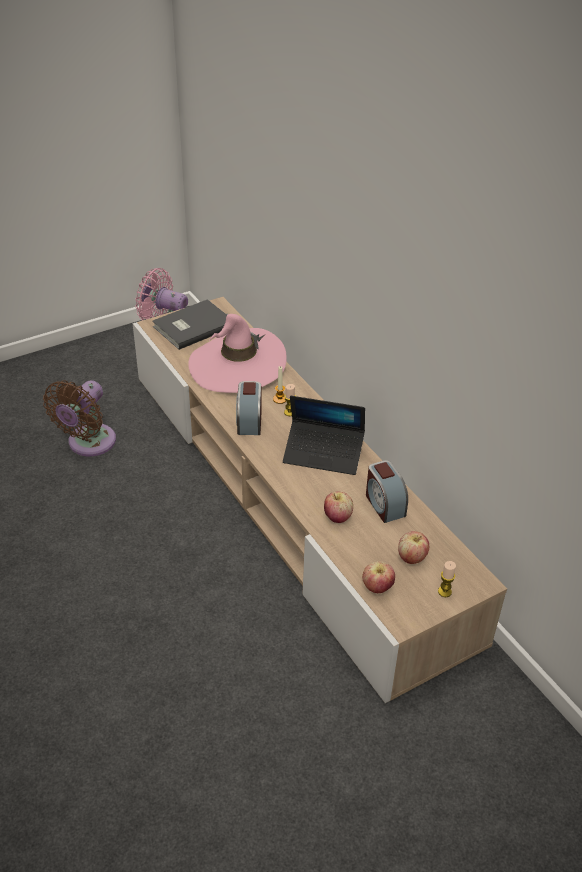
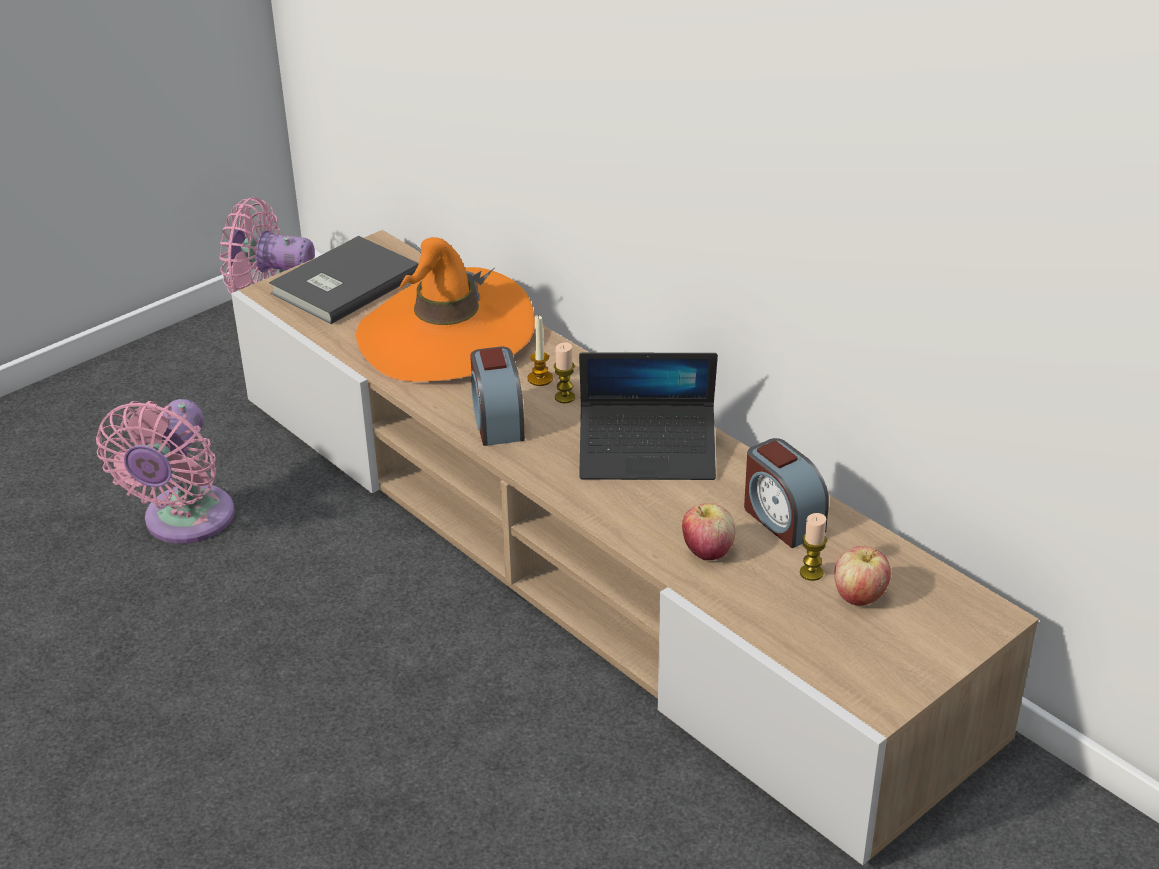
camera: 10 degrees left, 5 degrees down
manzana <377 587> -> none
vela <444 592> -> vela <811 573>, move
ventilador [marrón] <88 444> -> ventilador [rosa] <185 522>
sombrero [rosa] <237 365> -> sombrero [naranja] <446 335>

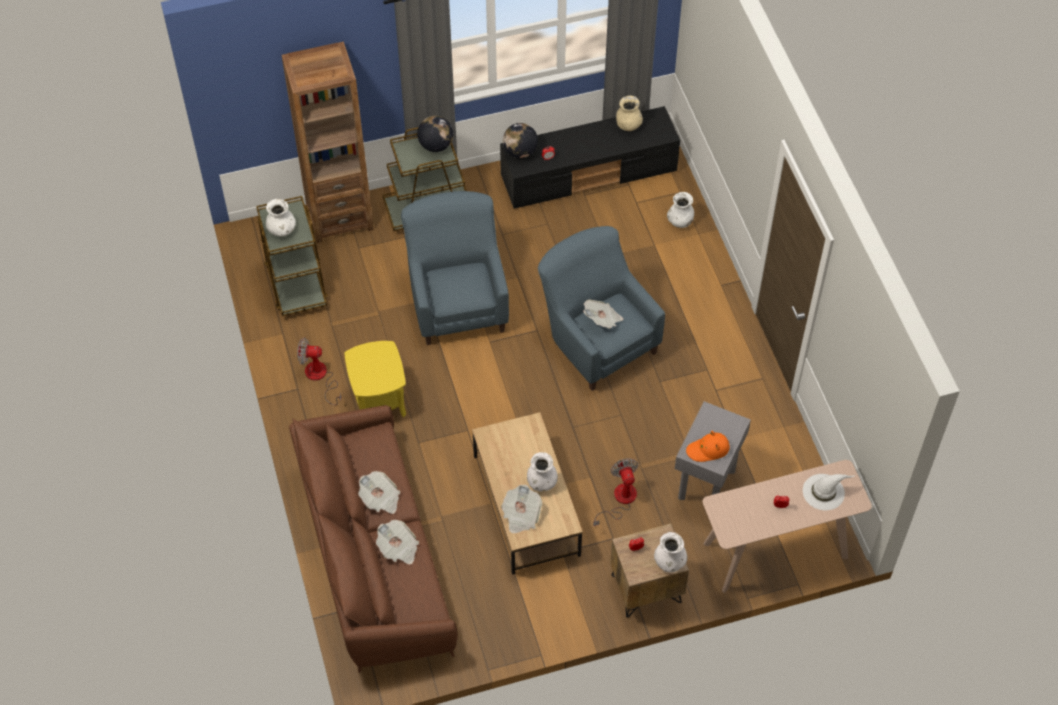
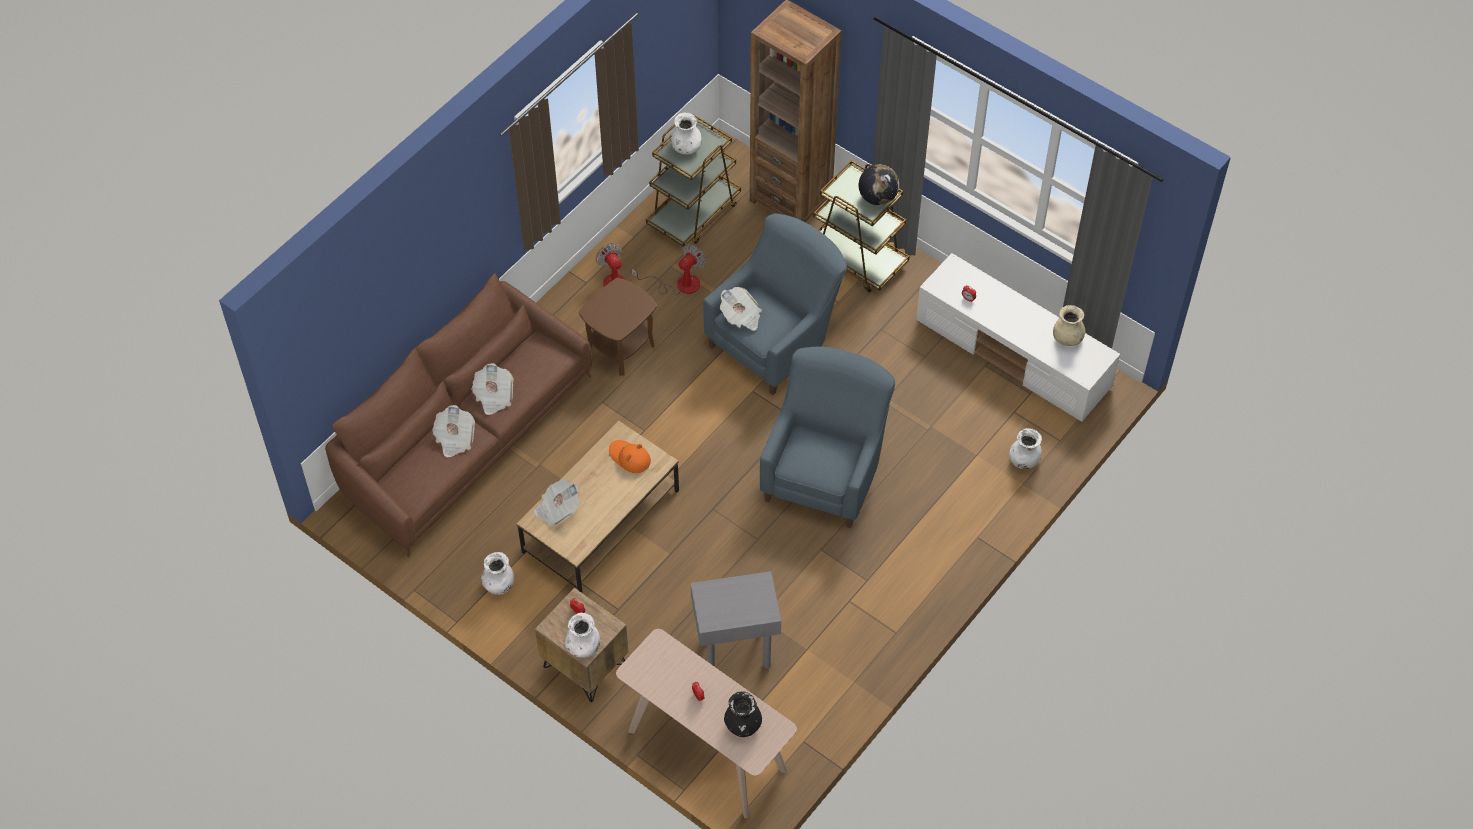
camera: 55 degrees right, 0 degrees up
globo terráqueo <520 152> -> none
florero [blanco] <542 482> -> florero [blanco] <499 584>, move
periódico <602 320> -> periódico <741 316>, move
ventilador <620 500> -> ventilador <679 284>, move
sombrero [naranja] <708 449> -> sombrero [naranja] <629 457>, move
sombrero [blanco] <824 491> -> florero [negro] <743 725>
mesa auxiliar [amarillo] <378 401> -> mesa auxiliar [marrón] <620 347>
mueble de televisión [negro] <589 173> -> mueble de televisión [blanco] <1014 355>

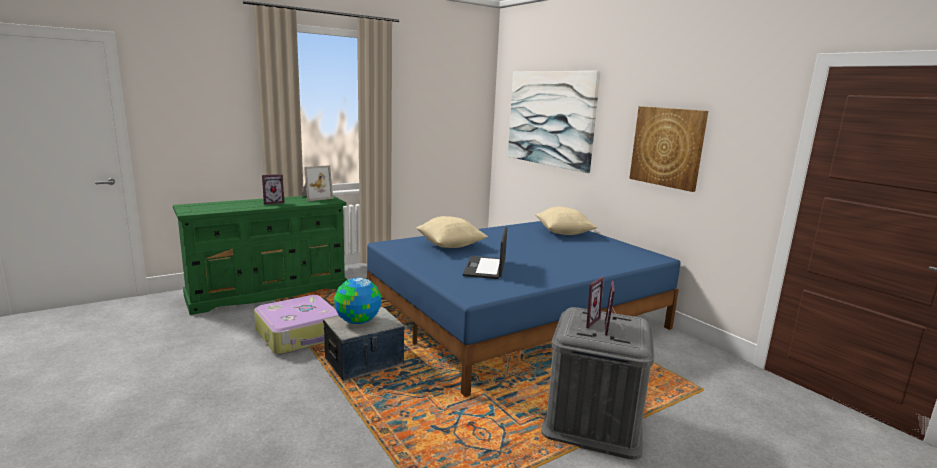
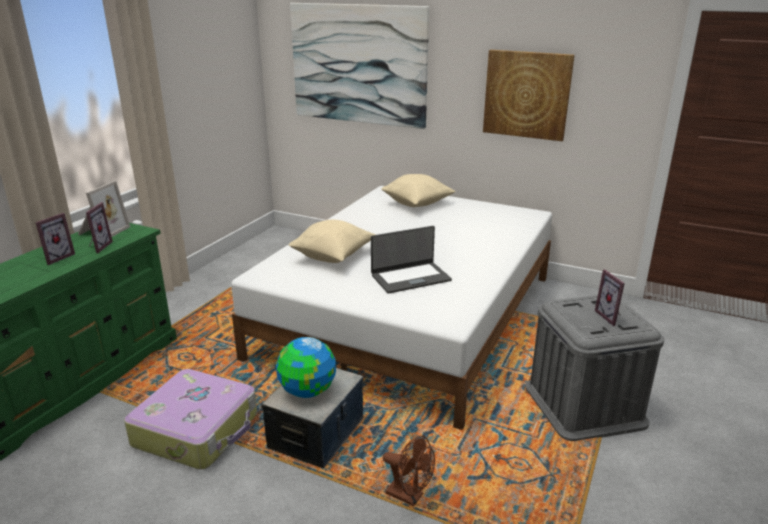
camera: 30 degrees left, 10 degrees up
none -> ventilador [marrón] <409 496>
portarretratos <586 321> -> portarretratos <97 247>, move
cama [azul] <518 318> -> cama [blanco] <410 315>
portátil <485 268> -> portátil <410 277>, 90 degrees counterclockwise

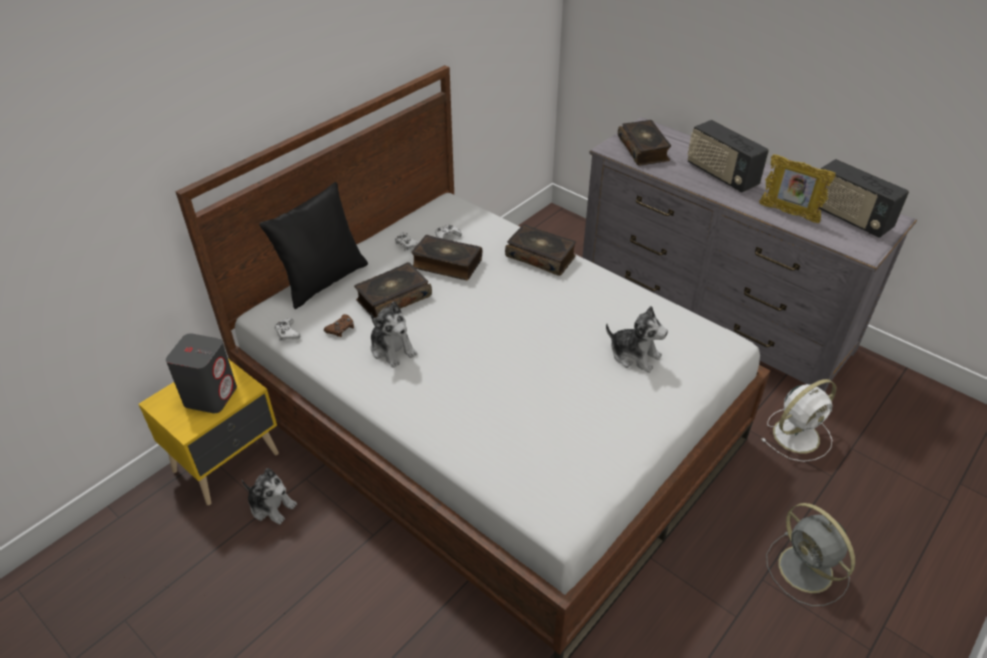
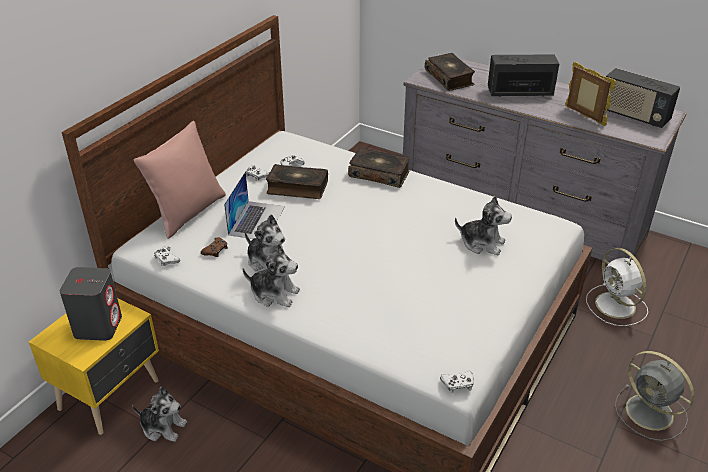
camera: 10 degrees left, 5 degrees down
none -> peluche <274 294>
none -> mando de consola [blanco] <458 384>
libro <393 298> -> portátil <256 220>
cojín [negro] <323 281> -> cojín [rosa] <187 213>
radio <721 175> -> radio <520 92>, 135 degrees clockwise
portarretratos <788 213> -> portarretratos <584 116>, 150 degrees counterclockwise
ventilador [blanco] <797 435> -> ventilador [blanco] <616 306>, 105 degrees clockwise

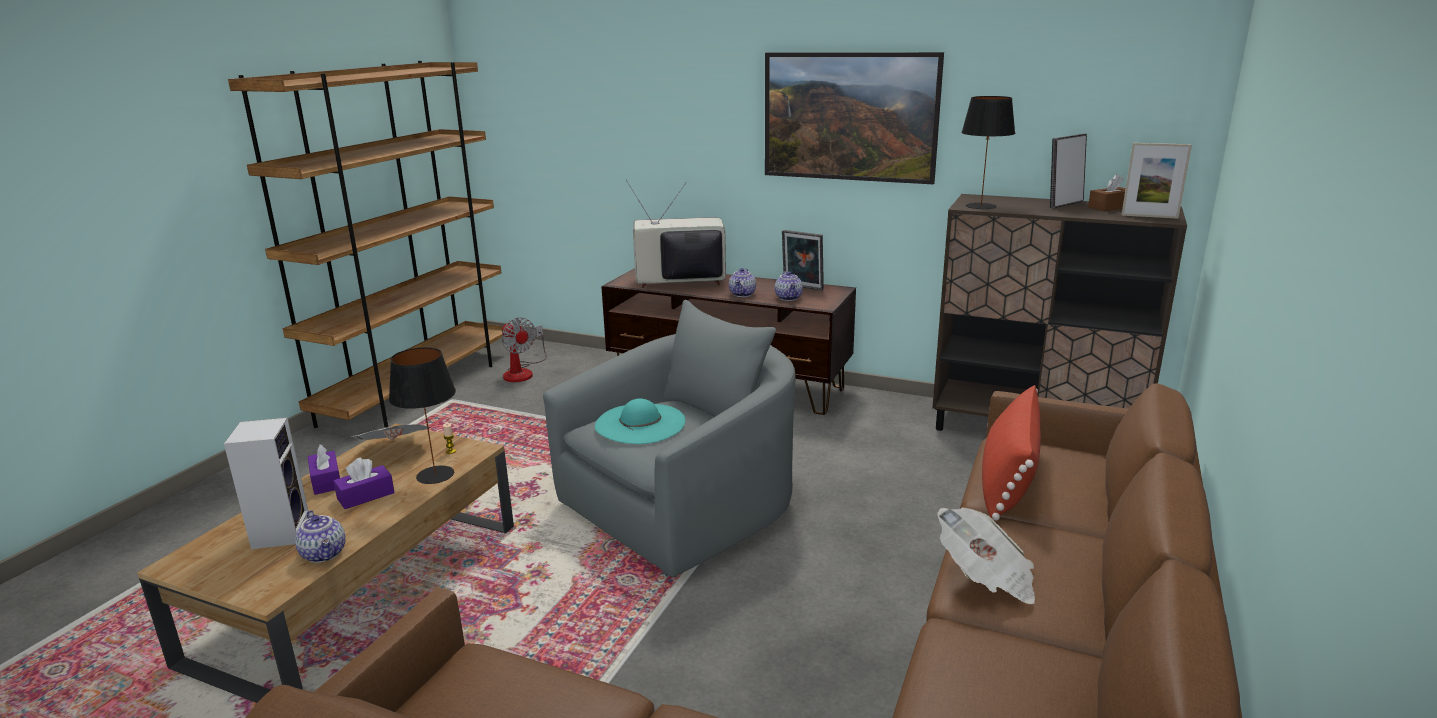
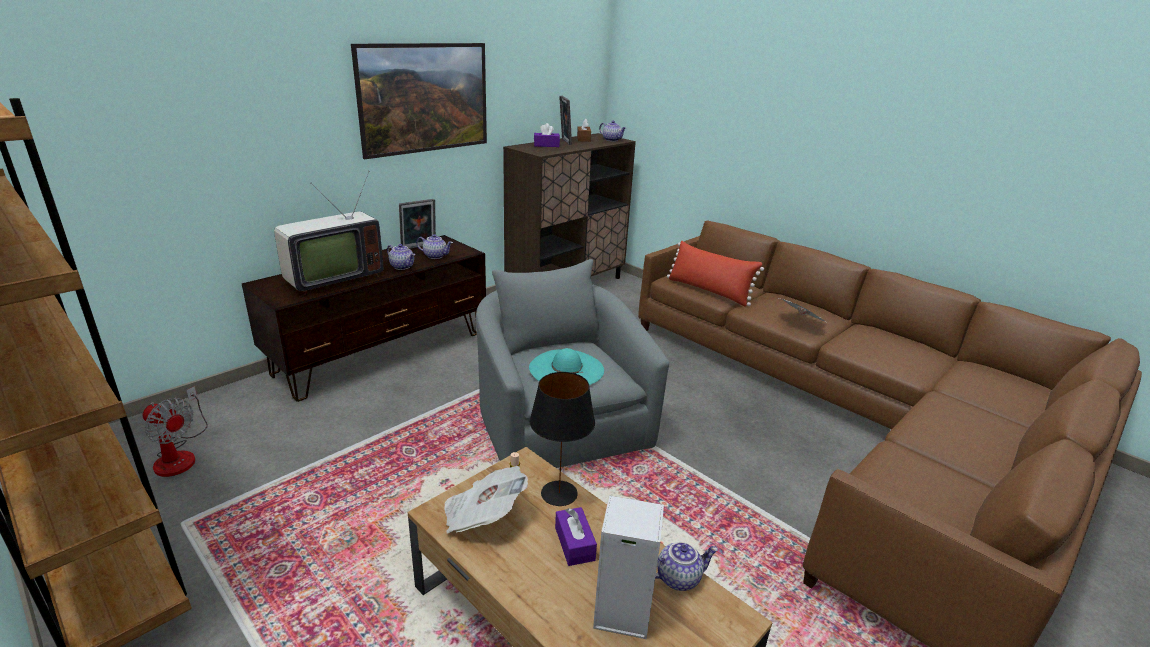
camera: 70 degrees left, 5 degrees up
lámpara de mesa [negro] <981 206> -> none
caja de pañuelos [morado] <326 481> -> caja de pañuelos [morado] <546 145>, move
portarretratos <1149 216> -> tetera <612 140>
ventilador <522 372> -> ventilador <179 455>, 45 degrees clockwise
televisor <682 282> -> televisor <331 278>, 150 degrees counterclockwise

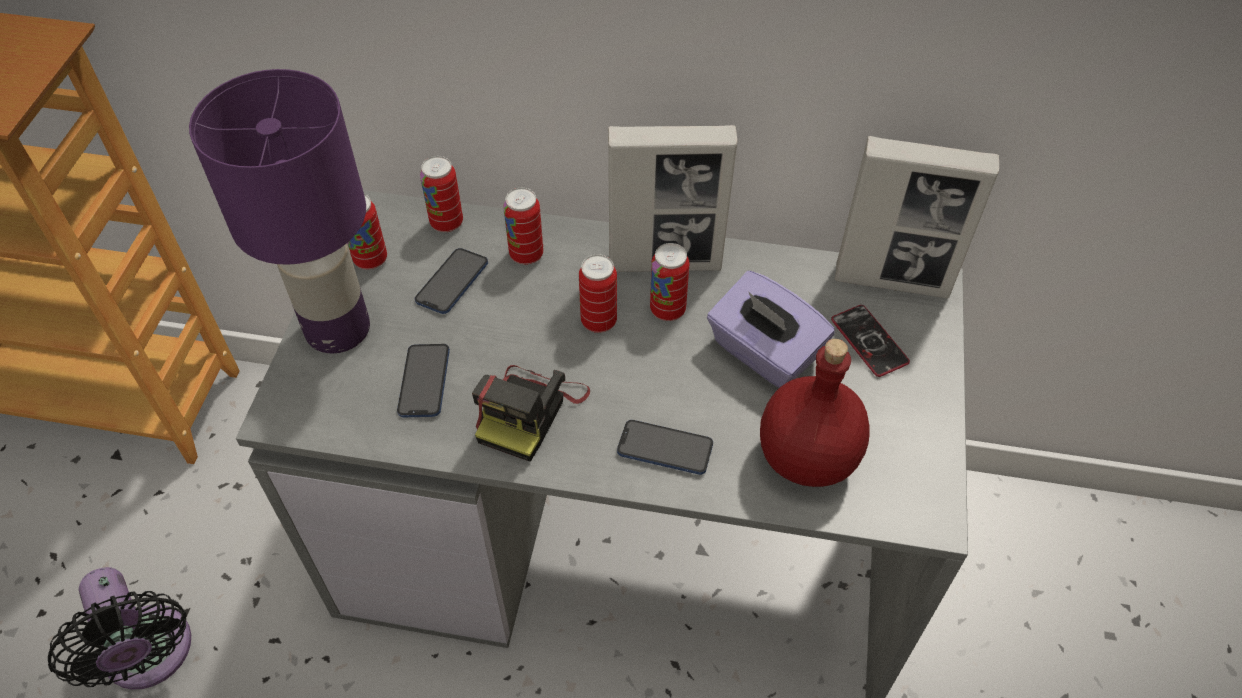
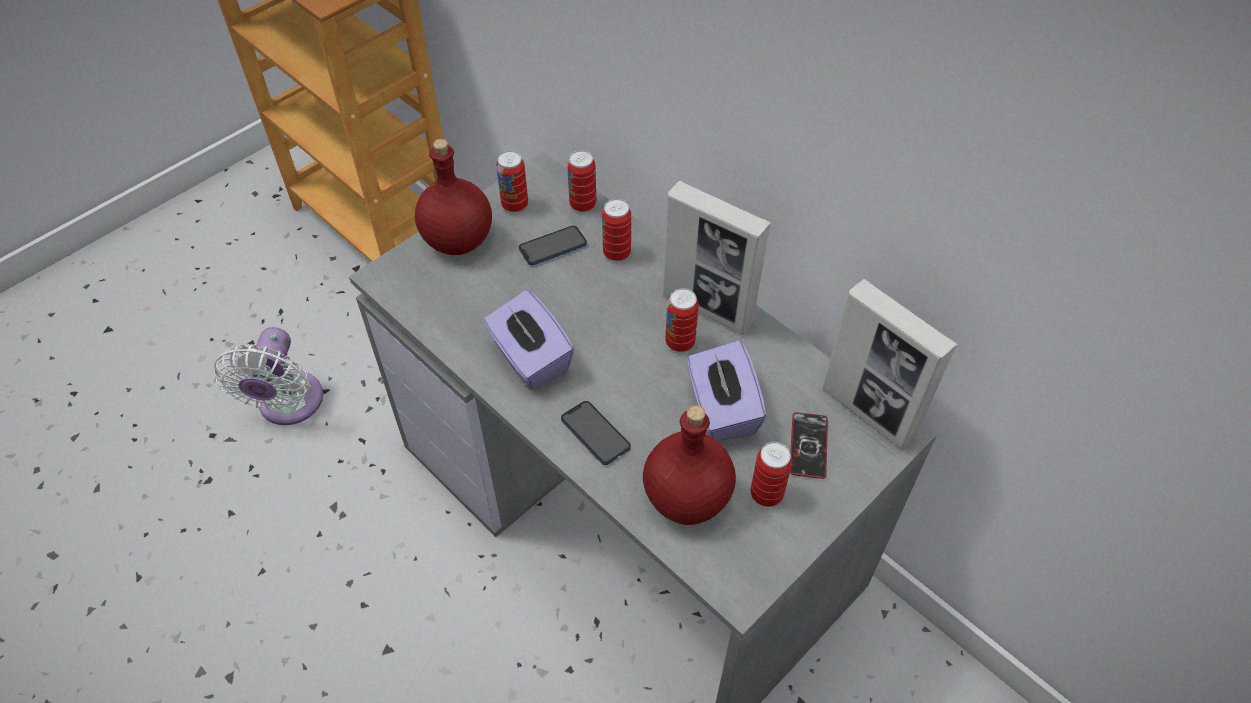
camera: 35 degrees right, 0 degrees up
móvil <424 382> -> none
lata <599 321> -> lata <766 494>, move
lámpara de mesa [morado] <339 330> -> botella [rojo] <459 241>
cámara <530 411> -> caja de pañuelos [morado] <530 358>
ventilador [negro] <149 656> -> ventilador [blanco] <288 405>

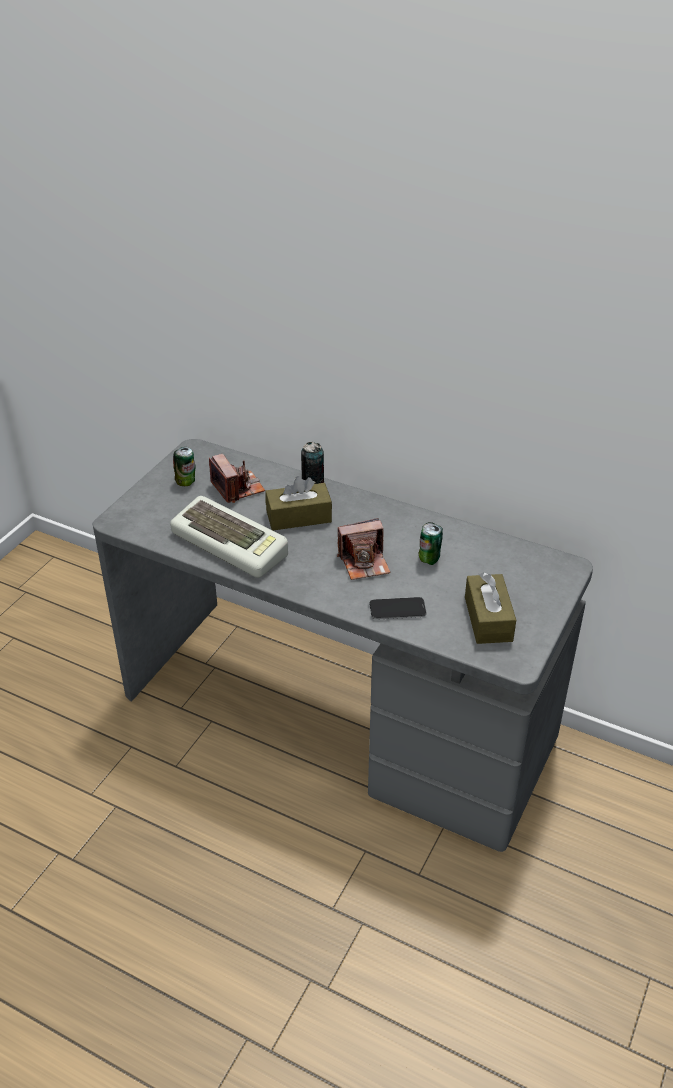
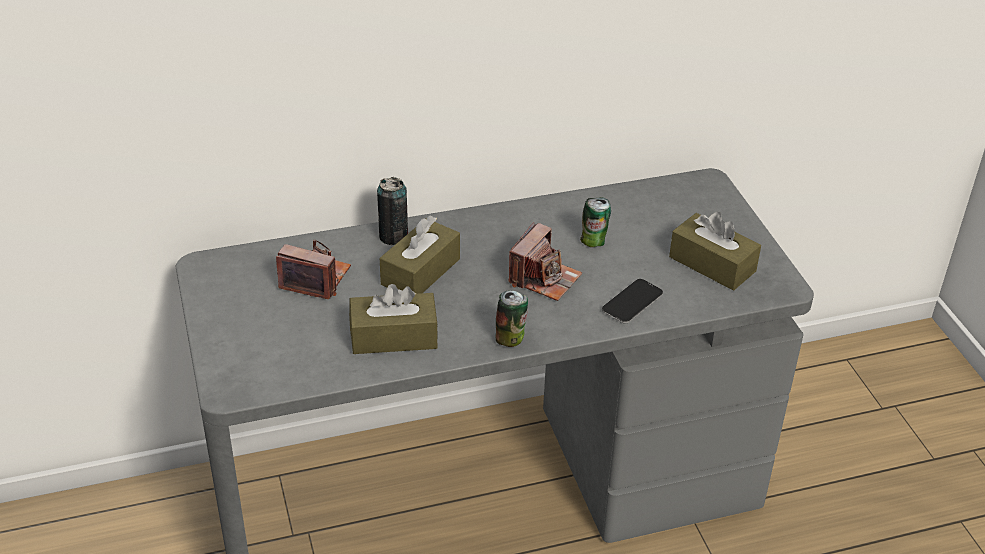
camera: 45 degrees left, 0 degrees up
lata <186 482> -> lata <510 338>, move
teclado <232 543> -> caja de pañuelos [marrón] <394 337>

